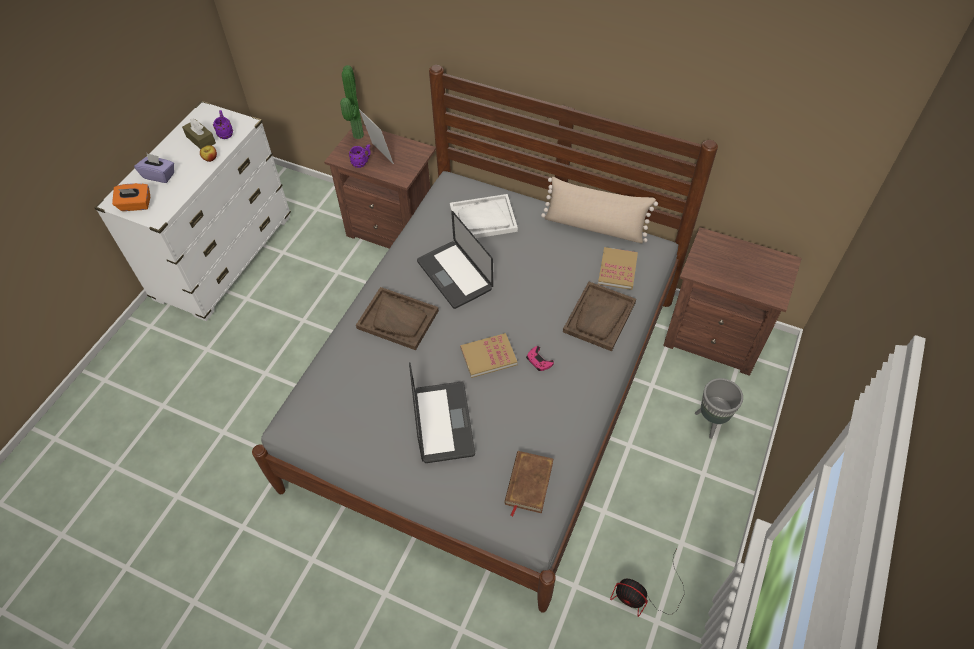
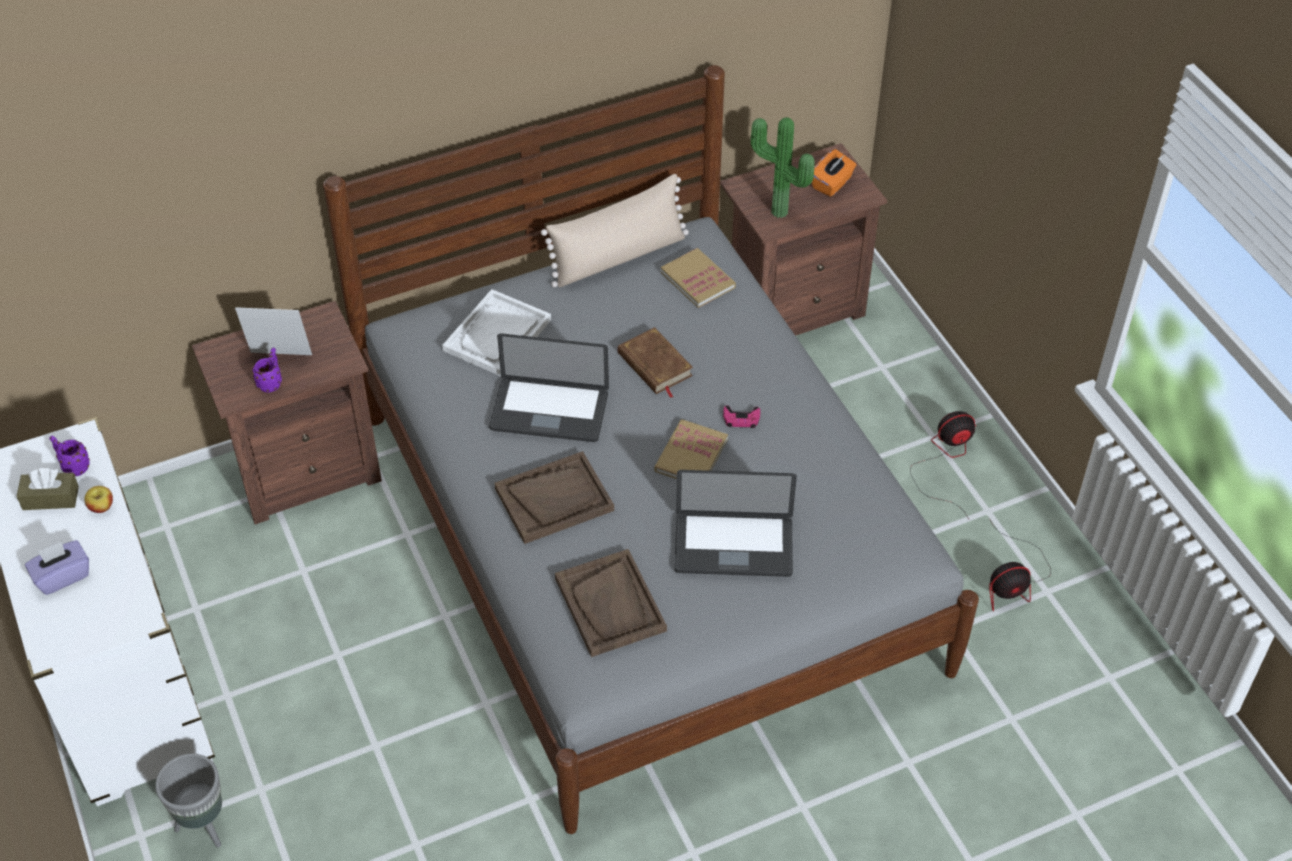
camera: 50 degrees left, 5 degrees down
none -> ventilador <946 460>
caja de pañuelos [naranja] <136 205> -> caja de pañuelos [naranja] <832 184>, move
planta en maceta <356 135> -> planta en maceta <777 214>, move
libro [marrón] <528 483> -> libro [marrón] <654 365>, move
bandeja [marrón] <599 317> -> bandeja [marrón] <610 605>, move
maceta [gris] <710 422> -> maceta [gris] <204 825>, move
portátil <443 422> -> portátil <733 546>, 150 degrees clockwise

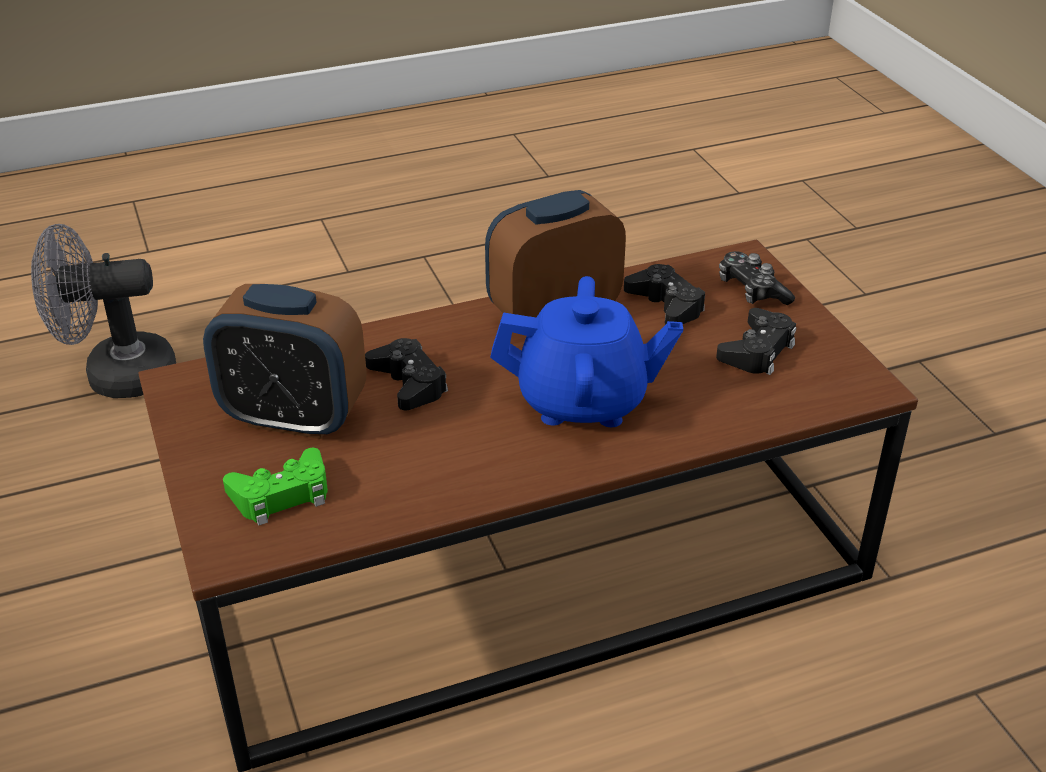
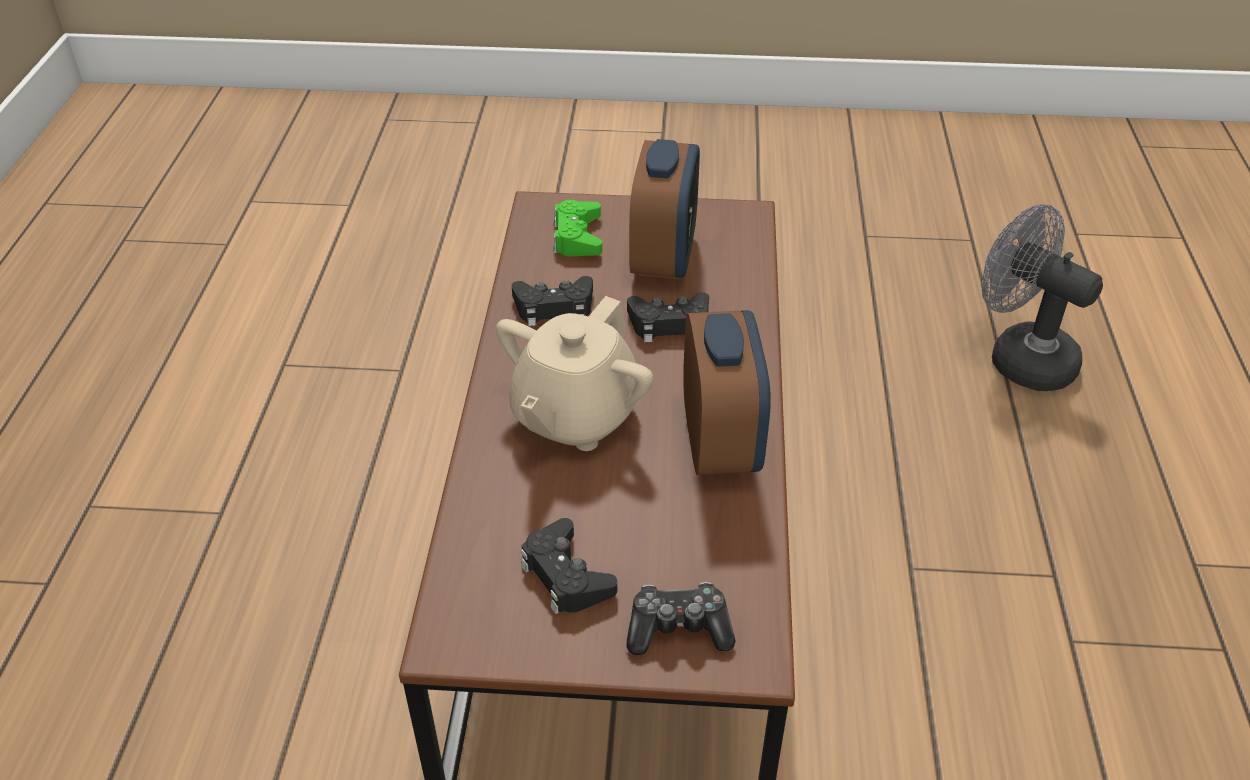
camera: 115 degrees right, 5 degrees up
mando de consola [negro] <666 304> -> mando de consola [negro] <554 307>, move
tetera [azul] <583 401> -> tetera [beis] <574 416>
ventilador [gris] <116 376> -> ventilador [gris] <1020 357>, 60 degrees counterclockwise
despertador <294 417> -> despertador <664 258>, 150 degrees clockwise

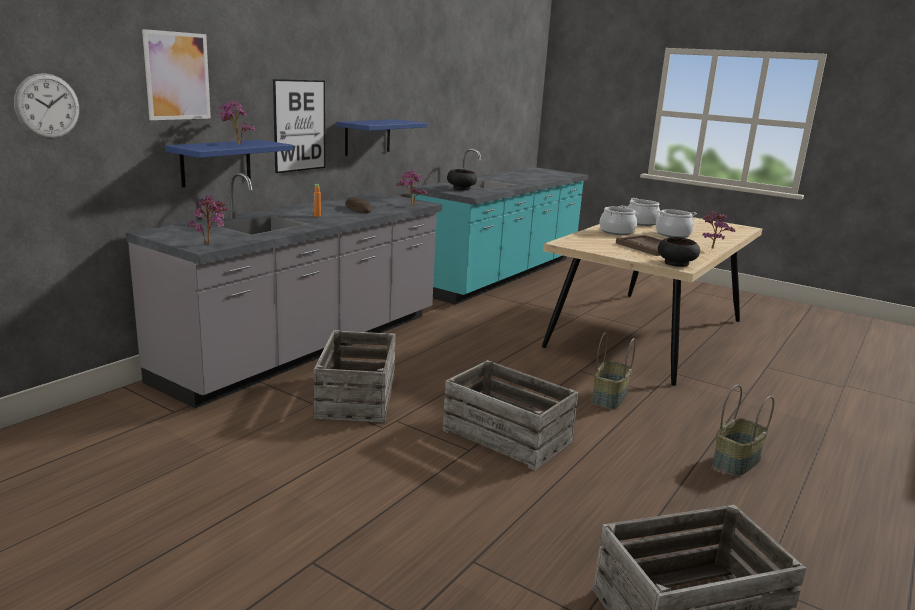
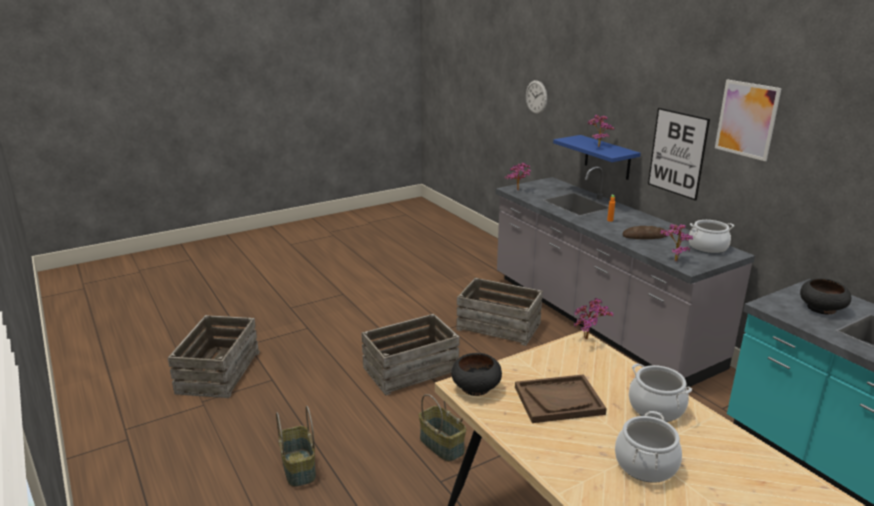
camera: 115 degrees right, 5 degrees up
estante [azul] <367 137> -> none
cuadro <177 76> -> cuadro <746 119>, move
olla <641 223> -> olla <707 248>, move
planta en maceta <711 248> -> planta en maceta <589 339>, move

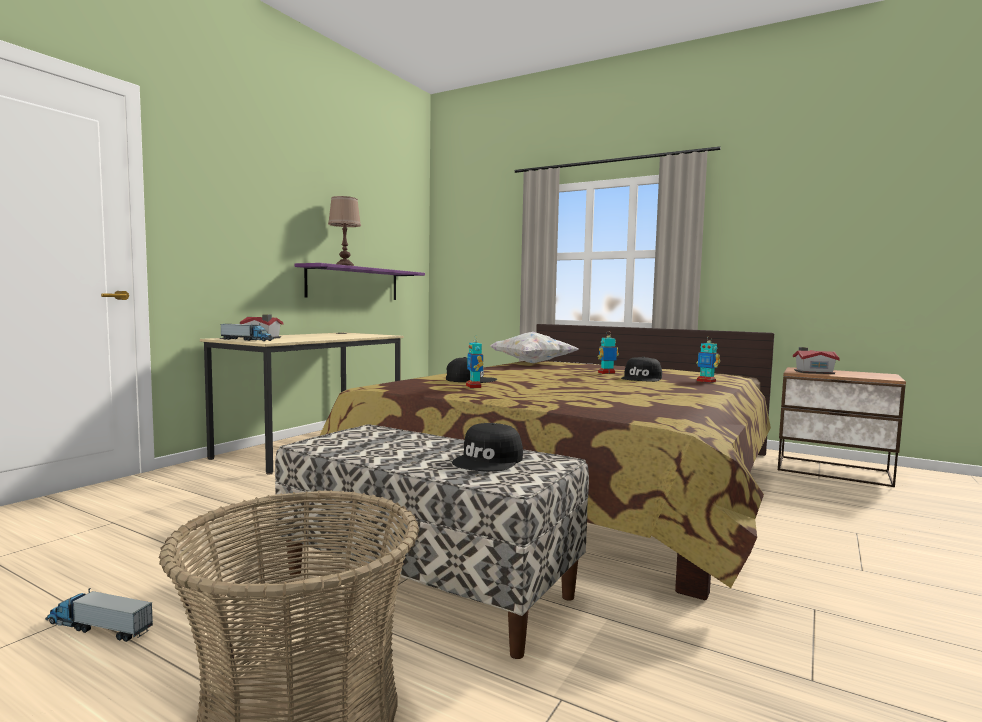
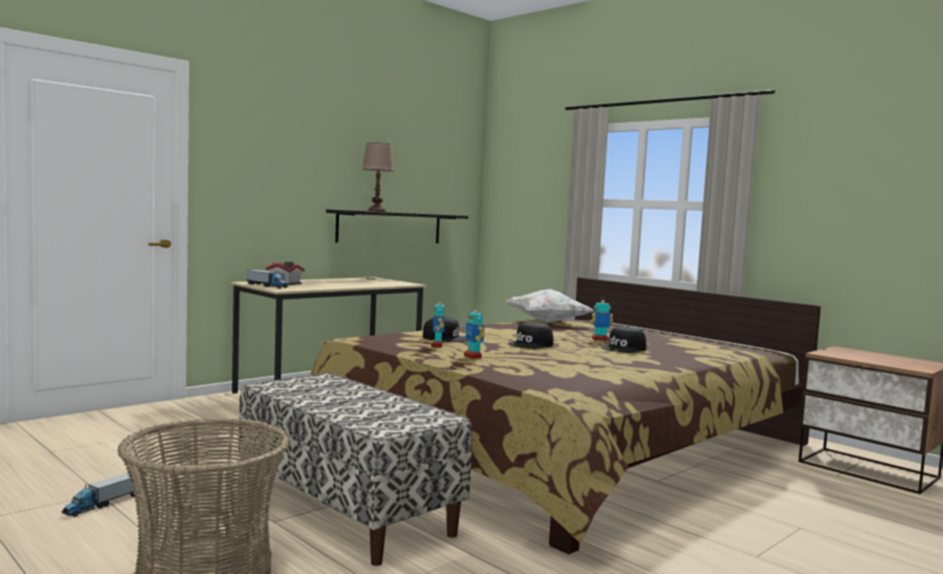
camera: 15 degrees right, 0 degrees up
casita <812 372> -> none
gorra [negro] <489 460> -> gorra [negro] <531 344>, move
robot de juguete <706 381> -> robot de juguete <473 356>, move
estante [morado] <354 283> -> estante [negro] <390 227>
camión de juguete <98 627> -> camión de juguete <105 503>, 90 degrees counterclockwise

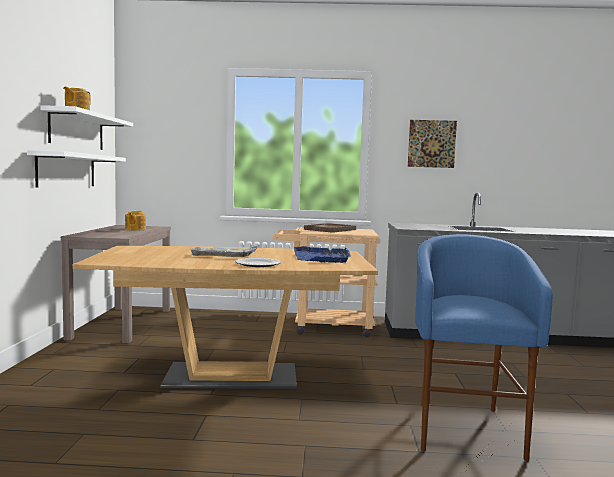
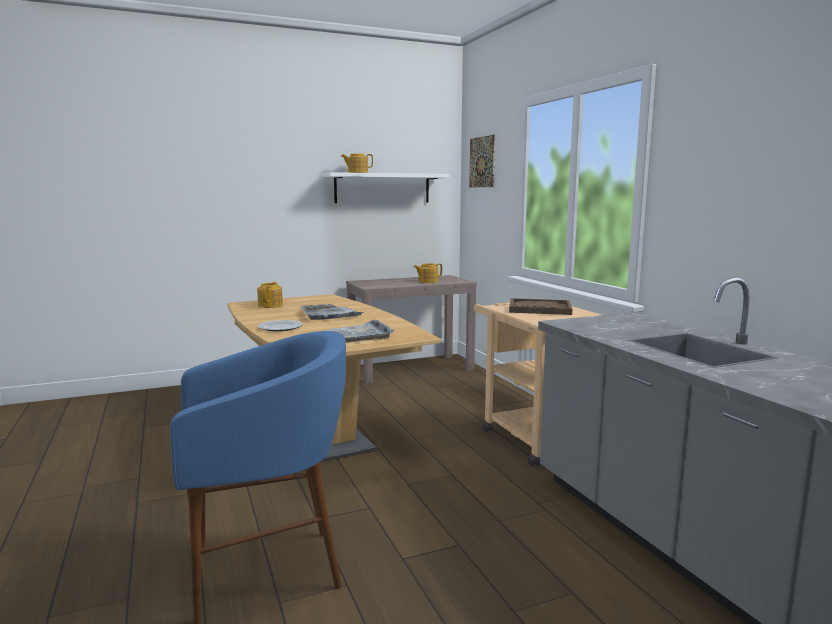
camera: 65 degrees right, 5 degrees up
estante [blanco] <67 170> -> none
none -> tetera <271 305>
cuadro <431 143> -> cuadro <482 162>, move
bandeja [azul] <322 258> -> bandeja [gris] <355 335>

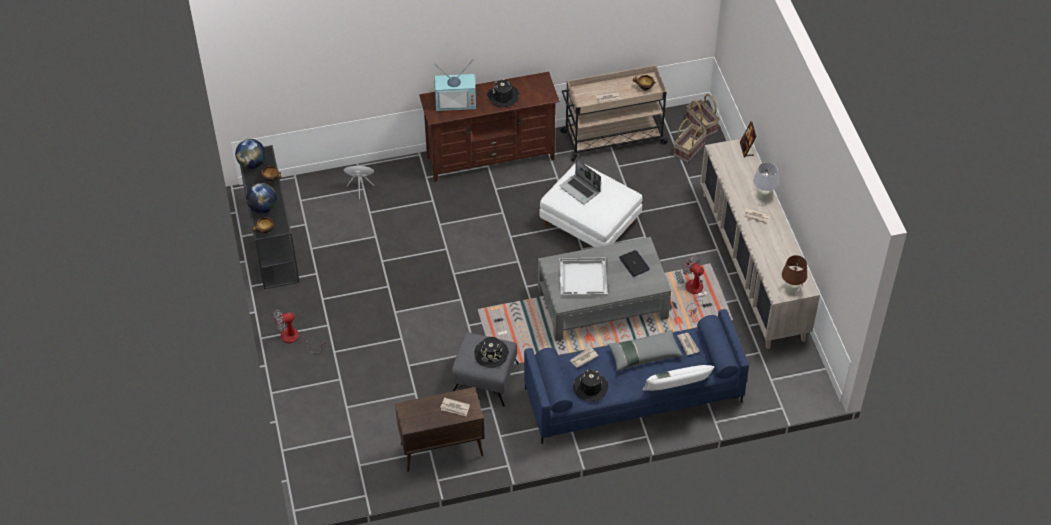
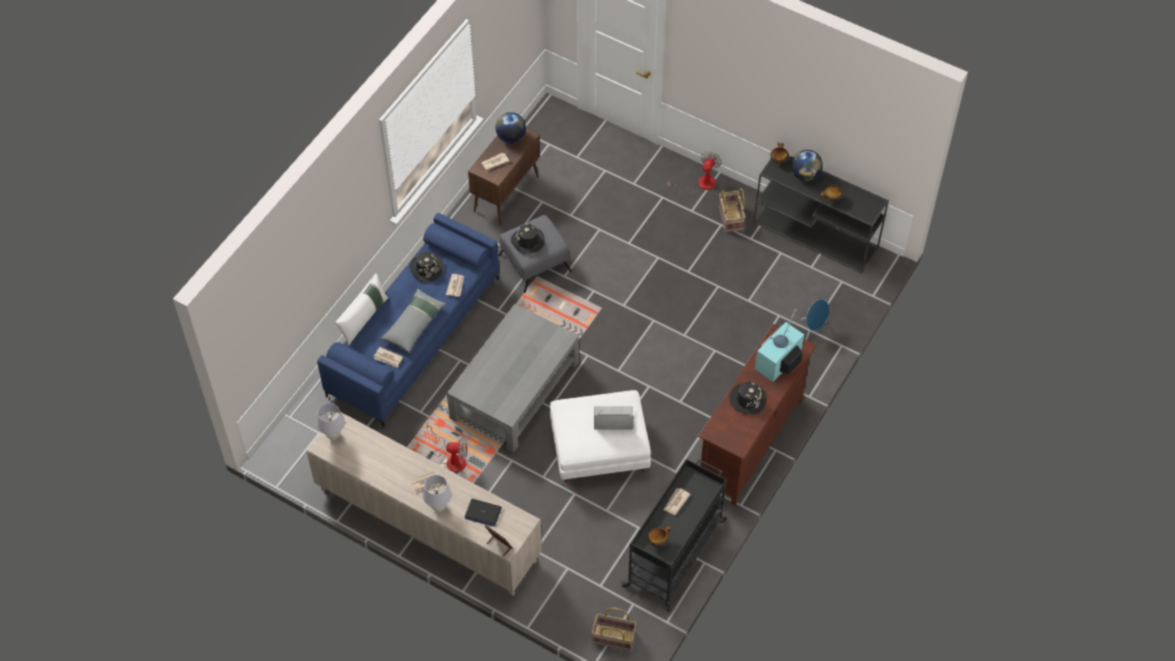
camera: 135 degrees right, 5 degrees up
bandeja [blanco] <583 279> -> none
globo terráqueo <252 164> -> globo terráqueo <511 137>, move
portátil <634 264> -> portátil <483 513>, move
cesta <688 149> -> cesta <731 218>, move
carrito [beis] <612 138> -> carrito [negro] <675 552>
lámpara de mesa [marrón] <791 289> -> lámpara de mesa [blanco] <333 436>

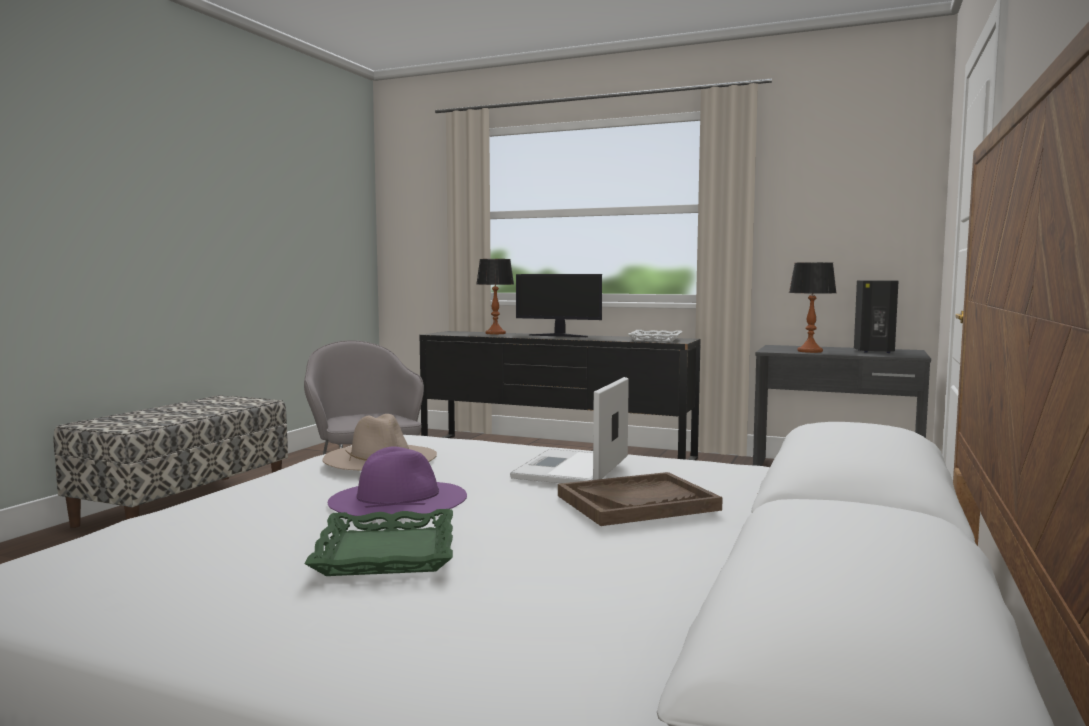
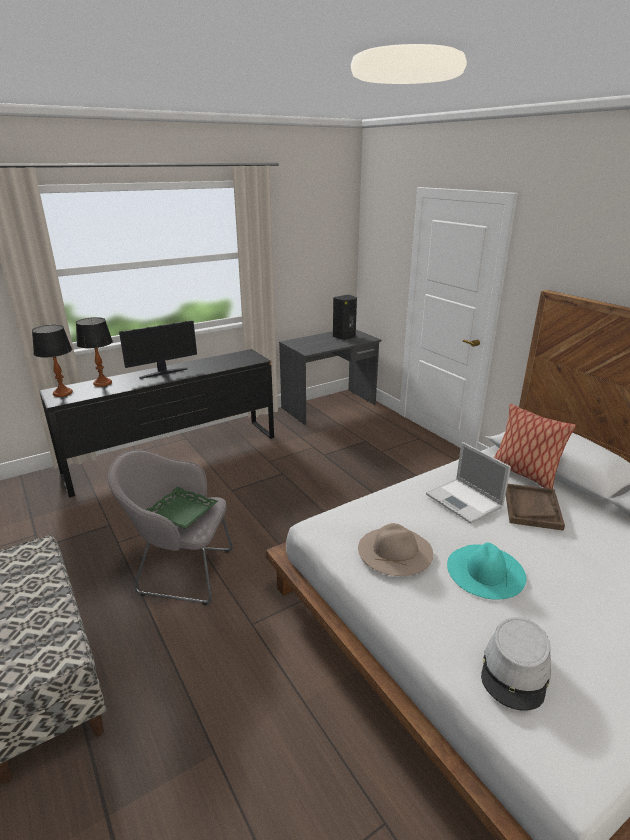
camera: 55 degrees left, 20 degrees up
bandeja [blanco] <655 339> -> none
none -> sombrero [gris] <515 670>
none -> cojín <523 474>
bandeja [verde] <385 553> -> bandeja [verde] <181 512>, move
lámpara de mesa <810 351> -> lámpara de mesa <63 393>, move
sombrero [morado] <398 498> -> sombrero [turquesa] <485 570>

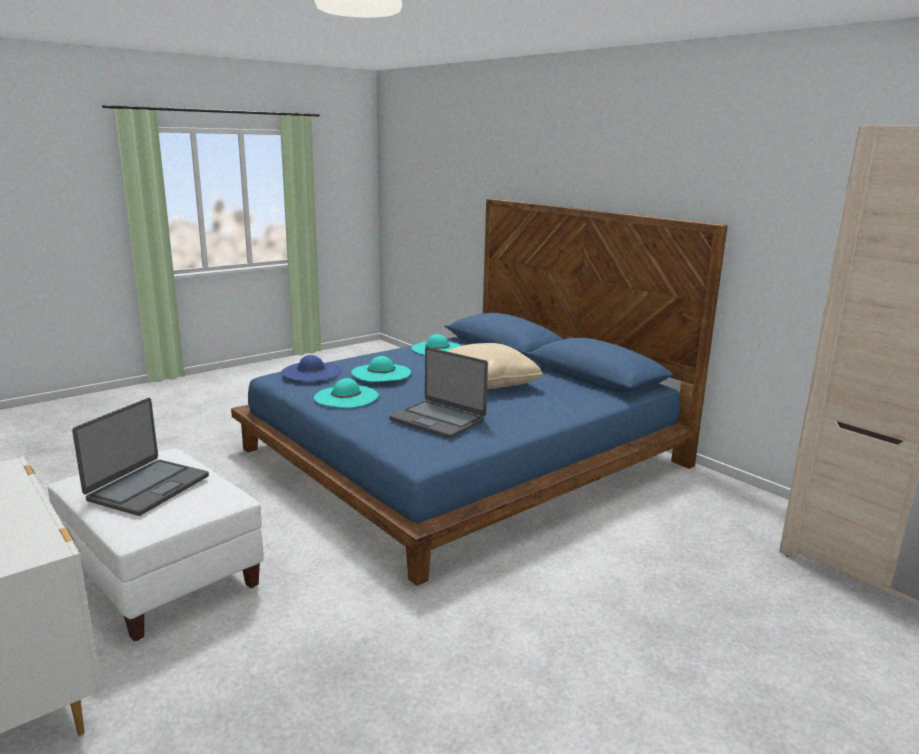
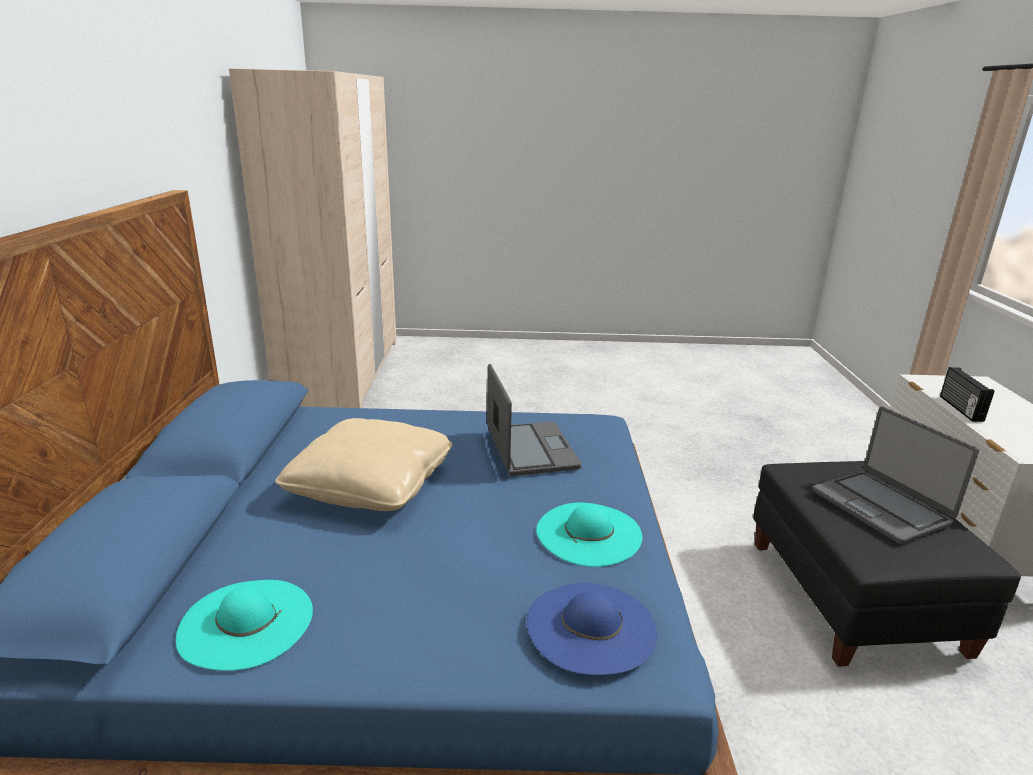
camera: 140 degrees left, 5 degrees up
sombrero [turquesa] <381 373> -> none
none -> radio <959 408>
puf [blanco] <162 577> -> puf [negro] <853 597>
portátil <147 488> -> portátil <881 507>, 90 degrees counterclockwise

